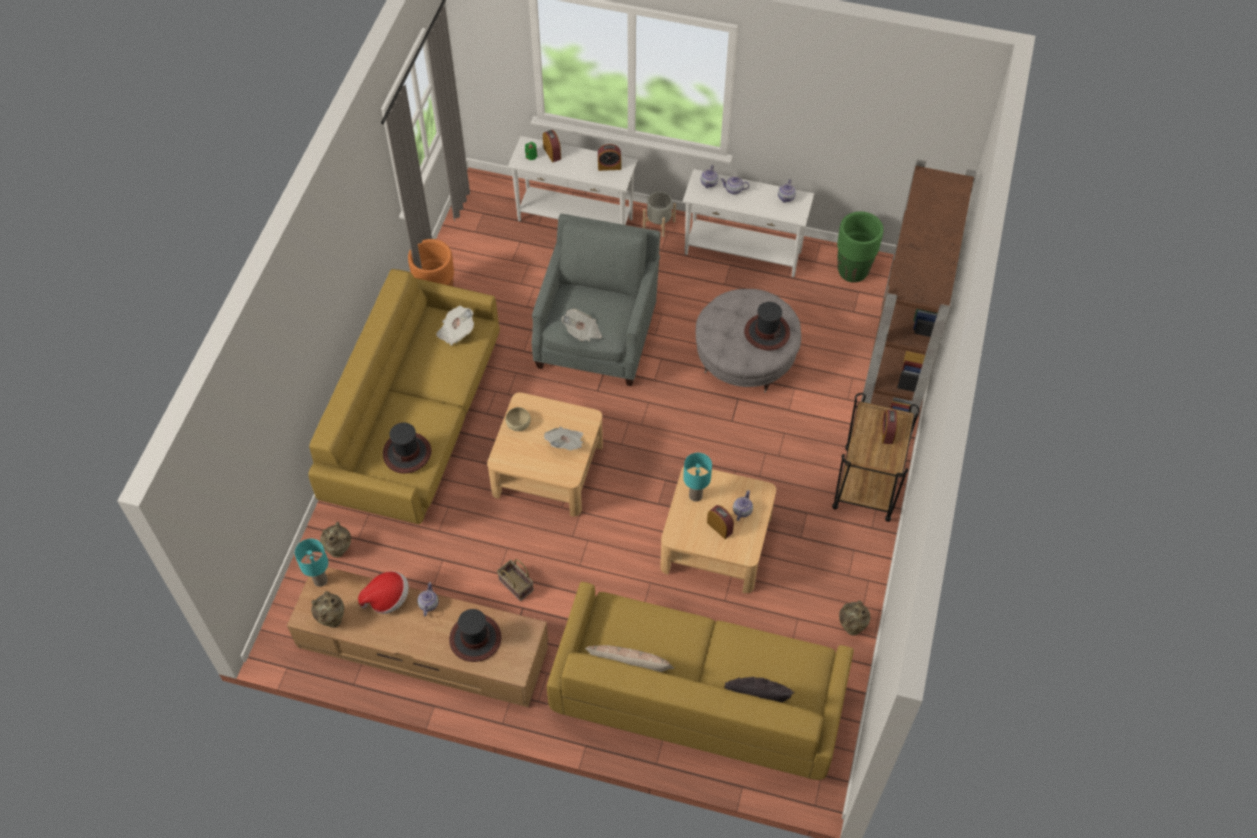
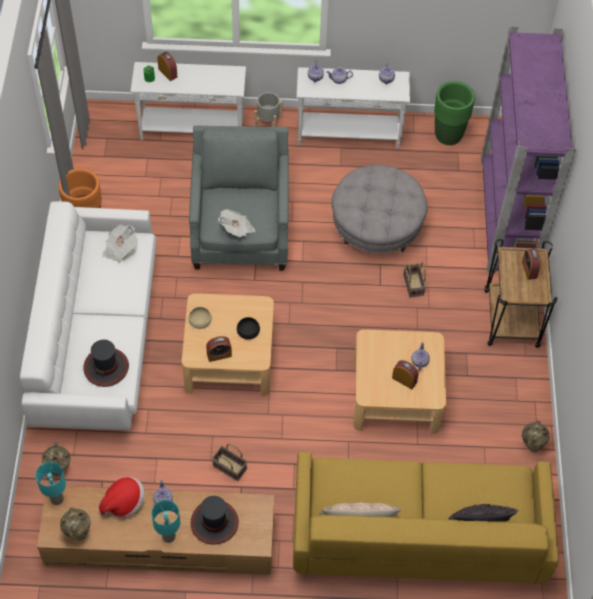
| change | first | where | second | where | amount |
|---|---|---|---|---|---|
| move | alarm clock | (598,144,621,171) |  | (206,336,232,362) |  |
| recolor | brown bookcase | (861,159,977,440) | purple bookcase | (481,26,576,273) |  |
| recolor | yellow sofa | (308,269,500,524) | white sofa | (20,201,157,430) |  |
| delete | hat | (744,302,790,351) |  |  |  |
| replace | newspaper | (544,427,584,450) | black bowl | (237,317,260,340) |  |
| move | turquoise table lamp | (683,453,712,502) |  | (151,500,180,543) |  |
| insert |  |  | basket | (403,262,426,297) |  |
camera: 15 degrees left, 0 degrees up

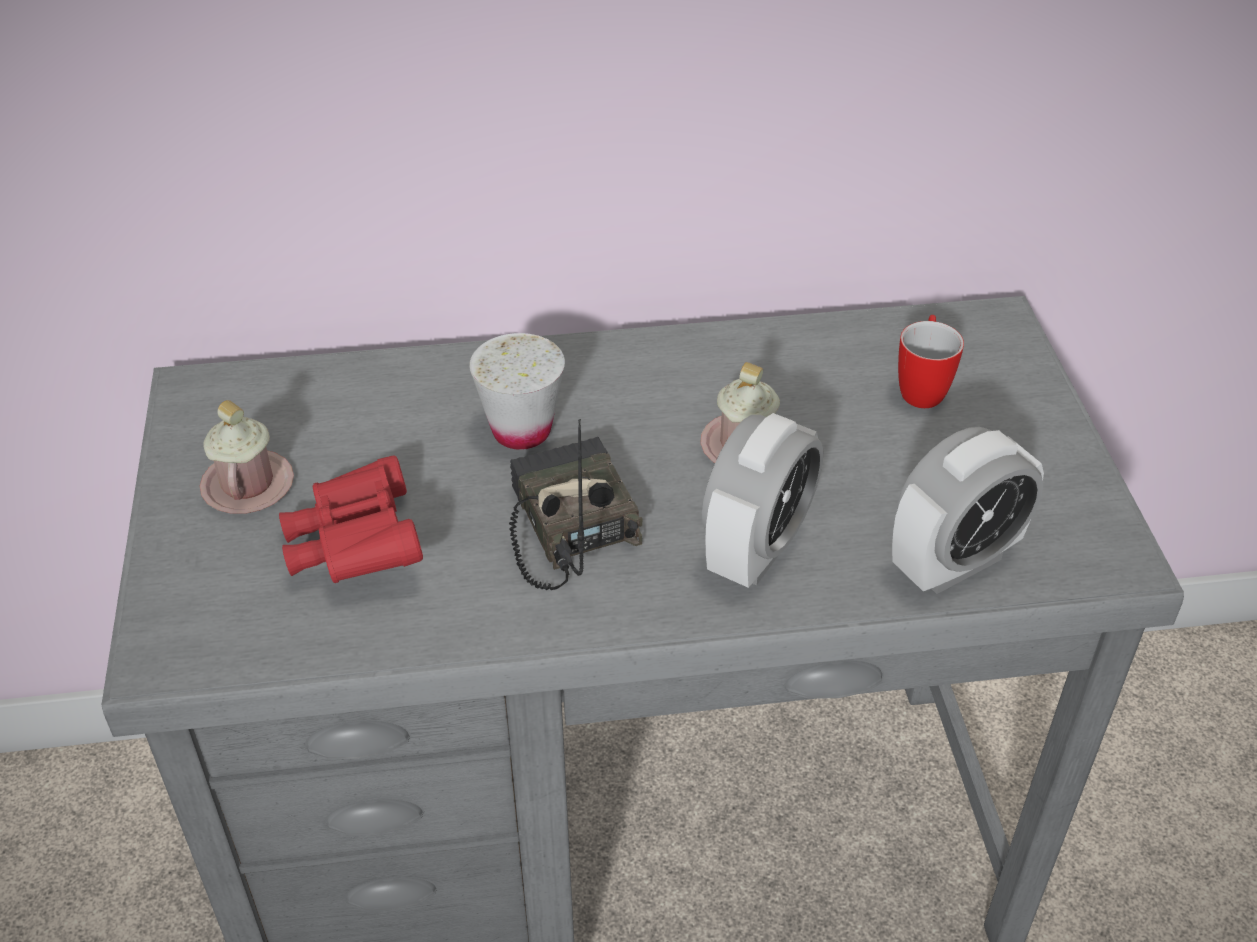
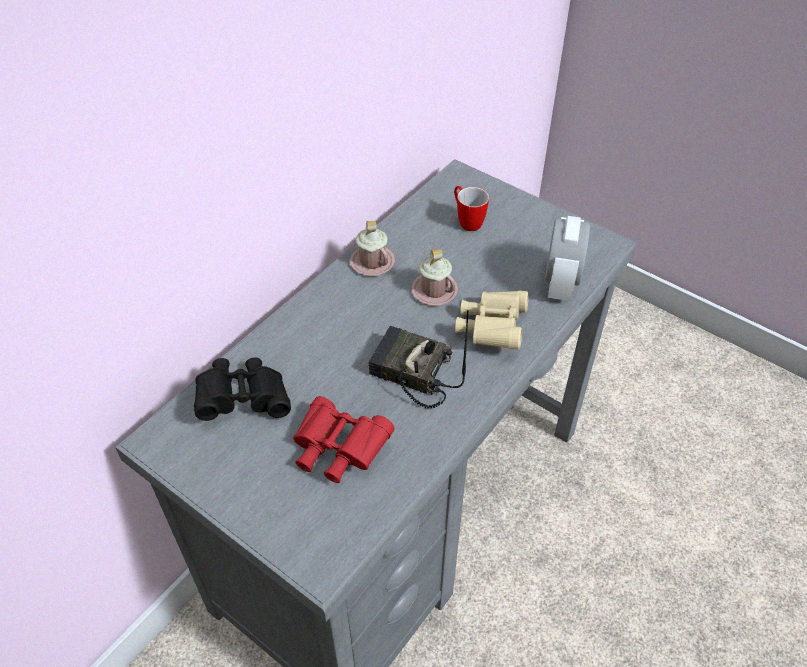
| change | first | where | second | where | amount |
|---|---|---|---|---|---|
| delete | white cup | (469,333,565,450) |  |  |  |
| move | pink mug | (200,400,294,514) |  | (350,221,395,276) |  |
| replace | alarm clock | (702,413,823,588) | beige binoculars | (455,290,529,349) |  |
| insert |  |  | black binoculars | (194,357,291,421) |  |
camera: 45 degrees left, 5 degrees up

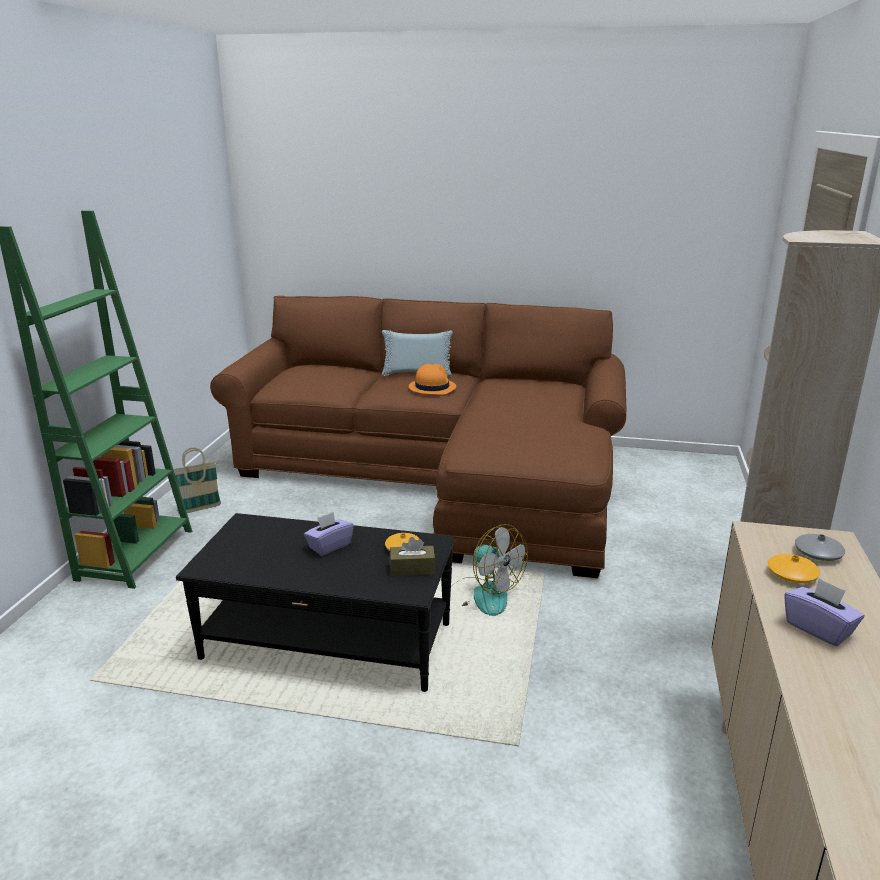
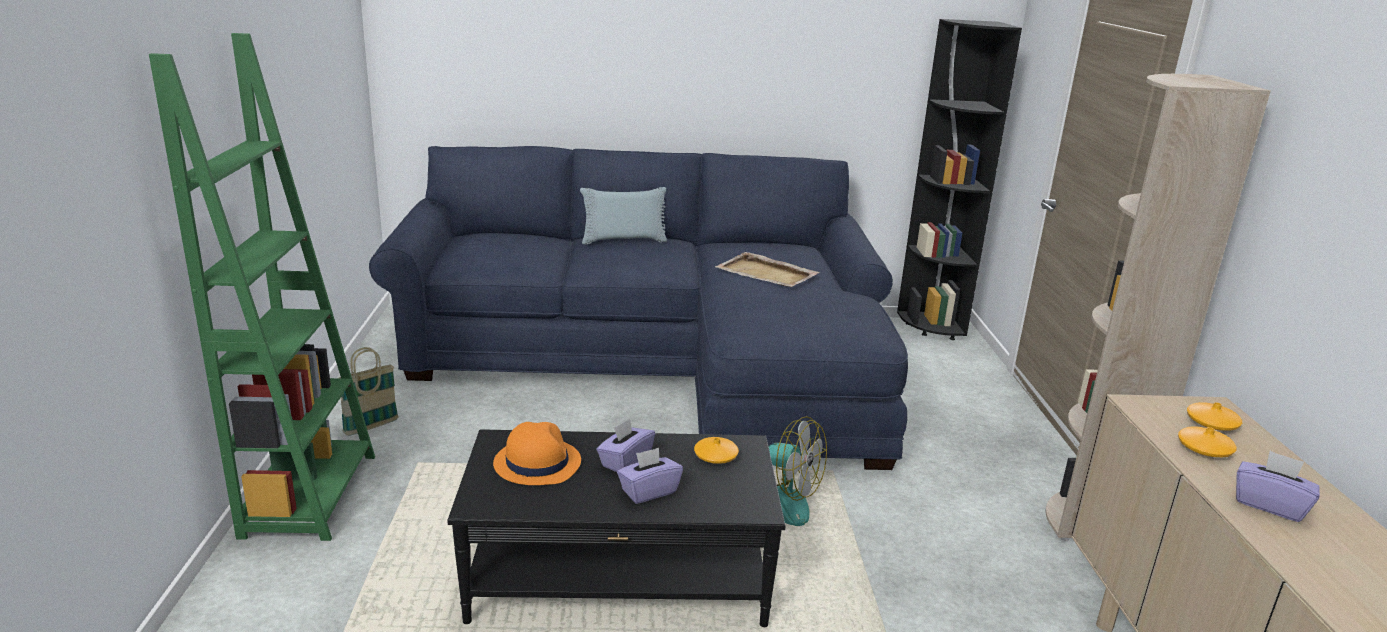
| change | first | where | second | where | amount |
|---|---|---|---|---|---|
| recolor | brown sofa | (210,296,627,578) | blue sofa | (369,146,908,470) |  |
| move | orange hat | (409,364,456,395) |  | (493,422,581,485) |  |
| recolor | grey vase | (795,534,845,561) | orange vase | (1187,402,1242,431) |  |
| delete | brown tissue box | (390,537,435,576) |  |  |  |
| insert |  |  | black bookcase | (897,19,1022,340) |  |
| insert |  |  | beige tray | (715,252,820,287) |  |
| insert |  |  | purple tissue box | (617,448,683,504) |  |
camera: 15 degrees left, 0 degrees up

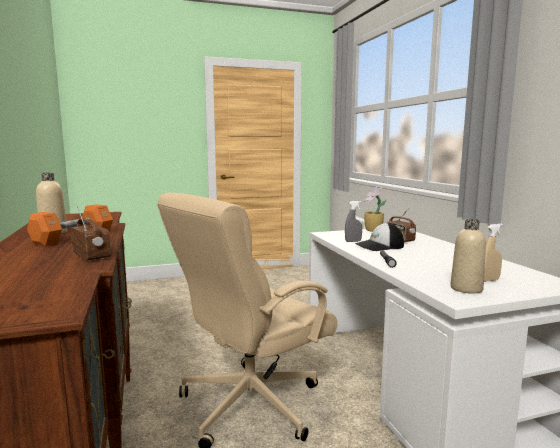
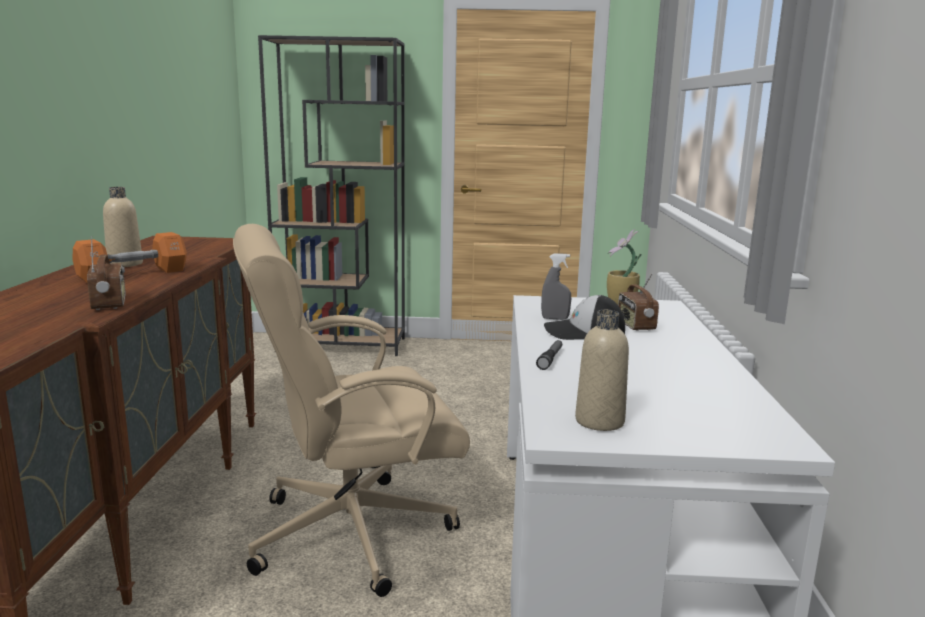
| change | first | where | second | where | amount |
|---|---|---|---|---|---|
| delete | beige spray bottle | (484,224,503,282) |  |  |  |
| insert |  |  | bookcase | (258,35,405,356) |  |
camera: 20 degrees right, 5 degrees up

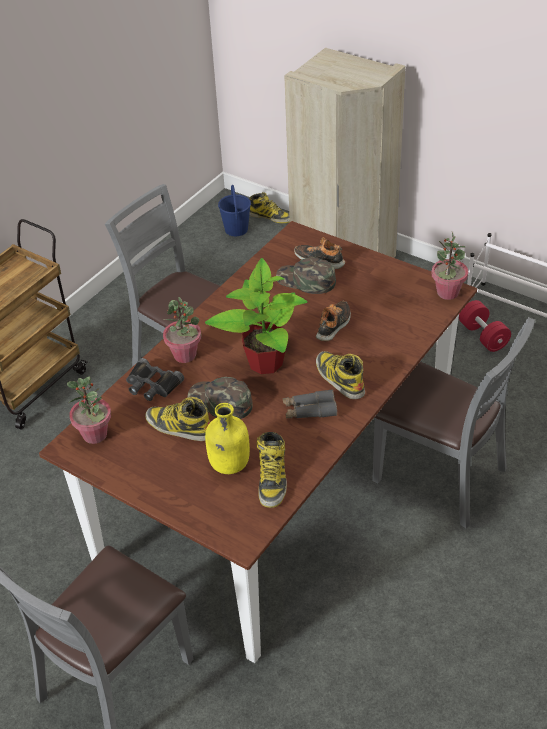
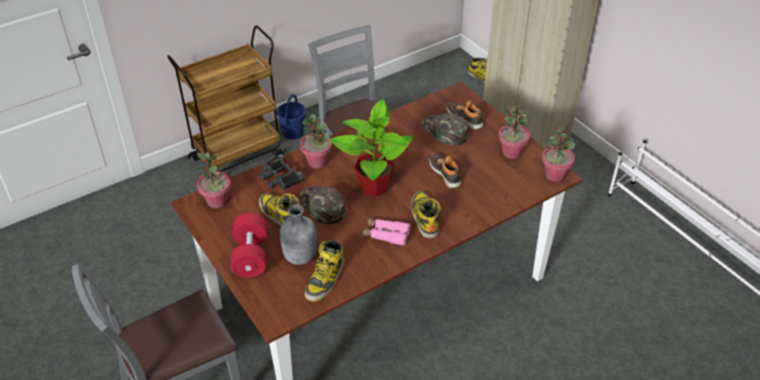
| change | first | where | second | where | amount |
|---|---|---|---|---|---|
| move | blue bucket | (218,185,251,236) |  | (277,94,306,140) |  |
| move | red dumbbell | (459,300,511,352) |  | (231,213,267,278) |  |
| rotate | shoe | (316,301,351,341) |  | (429,153,461,189) | 75 degrees counterclockwise |
| delete | grey chair | (372,317,535,528) |  |  |  |
| recolor | grey binoculars | (283,389,337,418) | pink binoculars | (362,218,411,246) |  |
| recolor | yellow bottle | (205,403,250,474) | grey bottle | (280,204,317,265) |  |
| insert |  |  | potted plant | (499,101,530,159) |  |
camera: 20 degrees right, 0 degrees up

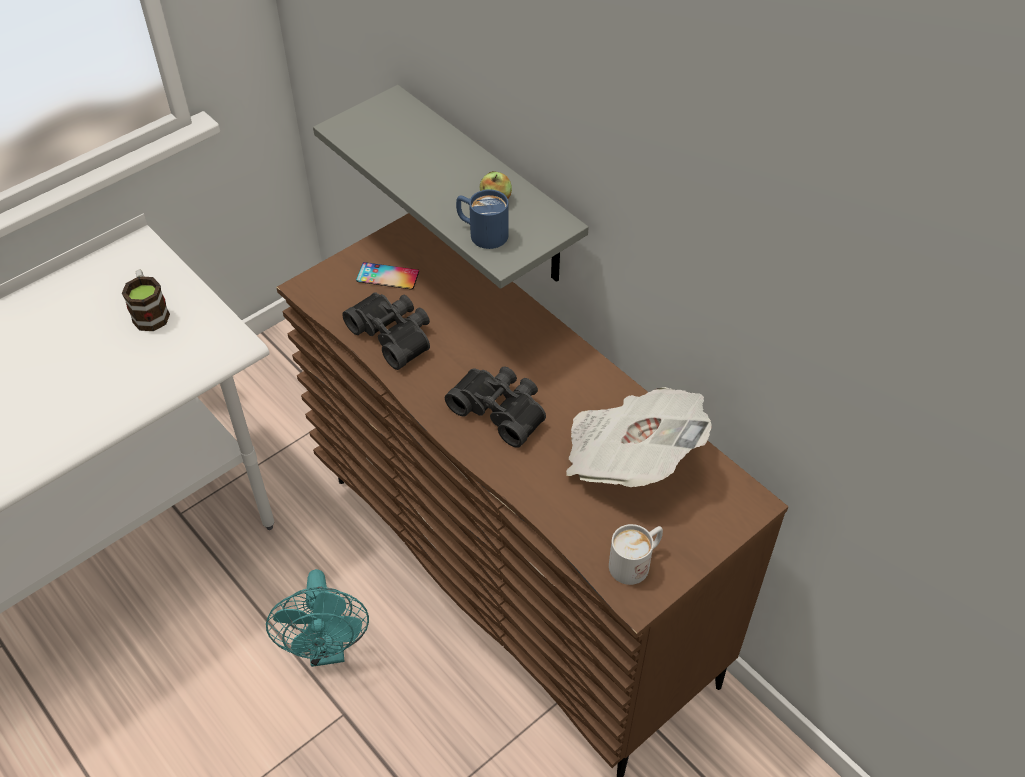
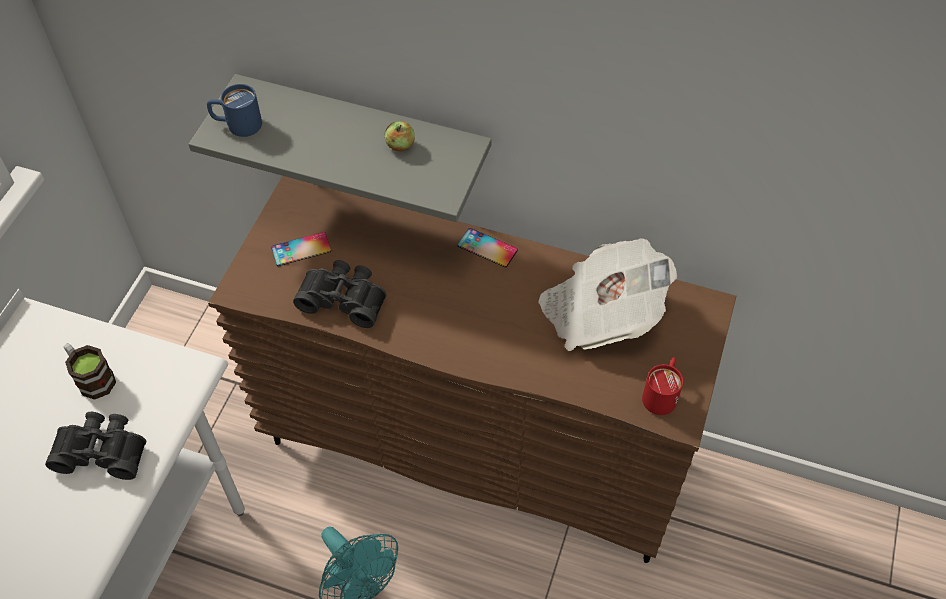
| change | first | where | second | where | amount |
|---|---|---|---|---|---|
| move | blue mug | (456,189,509,249) |  | (207,84,262,137) |  |
| move | black binoculars | (445,366,546,448) |  | (45,412,146,480) |  |
| recolor | white mug | (609,524,663,585) | red mug | (642,357,683,415) |  |
| insert |  |  | phone | (458,228,518,267) |  |
camera: 30 degrees left, 5 degrees up

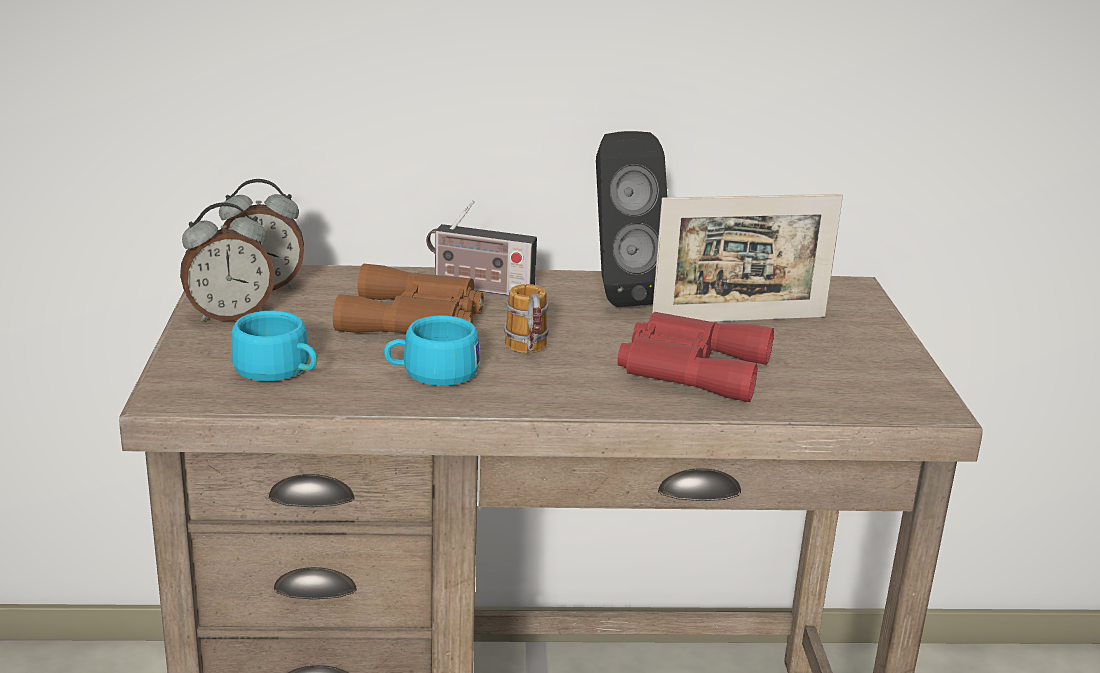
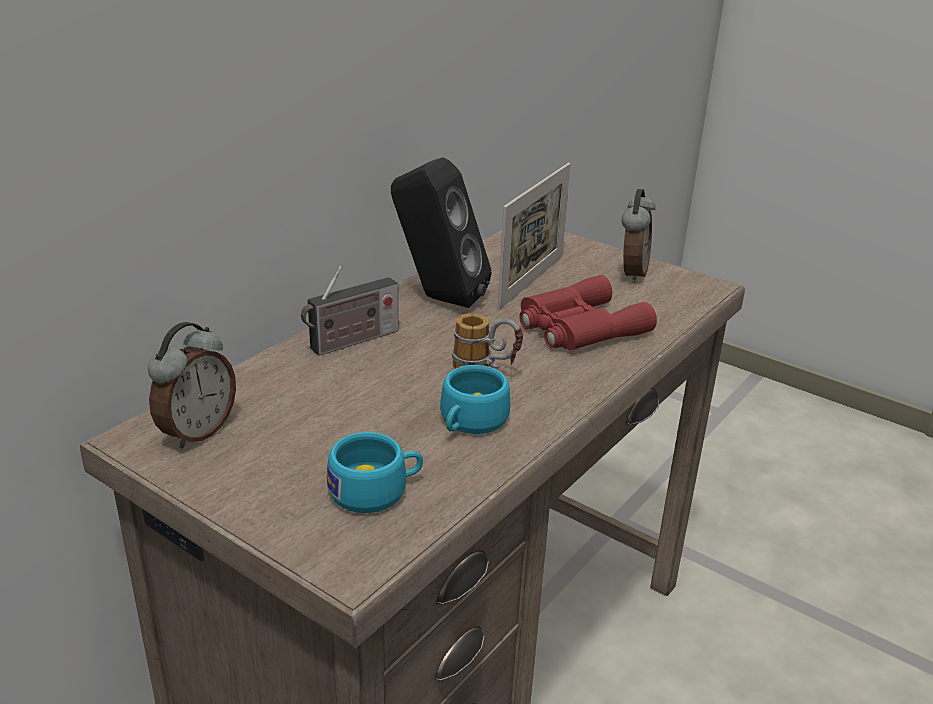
| change | first | where | second | where | amount |
|---|---|---|---|---|---|
| move | alarm clock | (180,202,275,322) |  | (622,189,656,283) |  |
| delete | brown binoculars | (333,264,484,333) |  |  |  |
camera: 50 degrees left, 5 degrees up

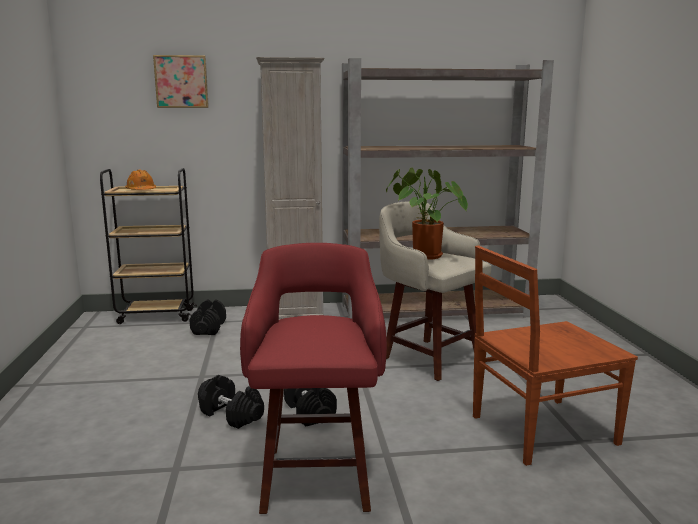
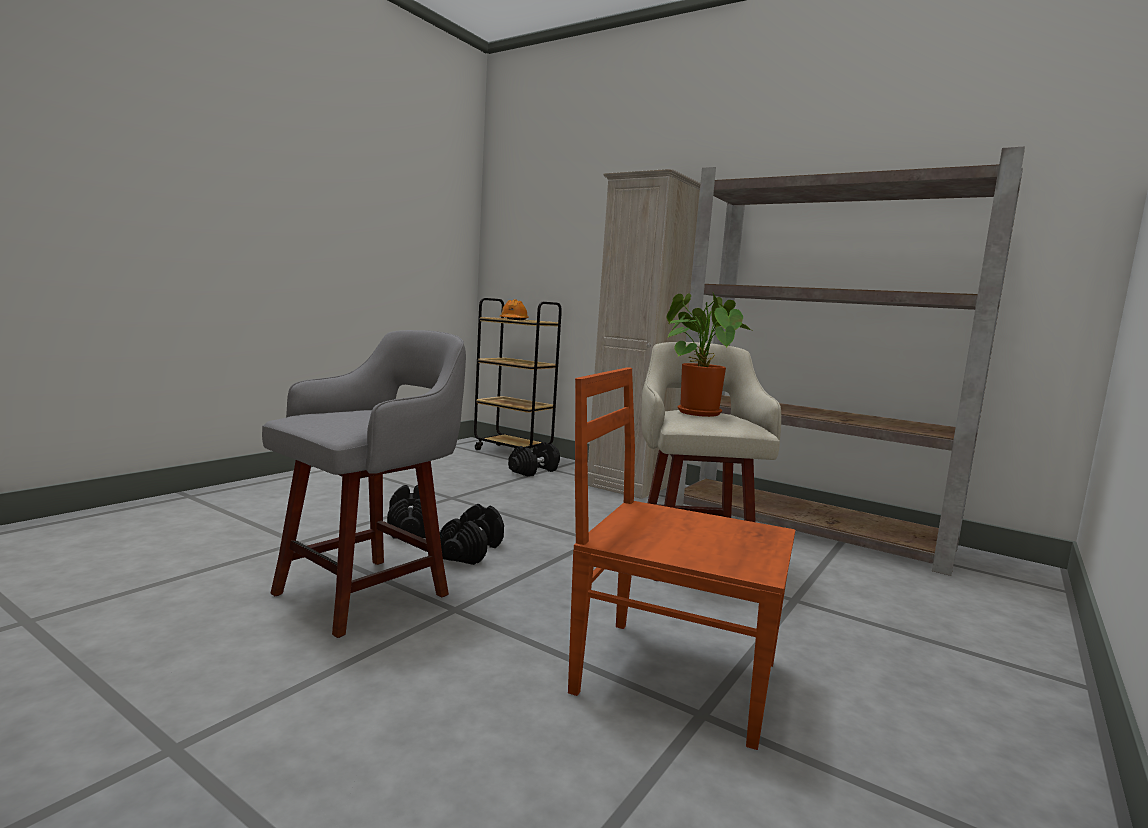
| change | first | where | second | where | amount |
|---|---|---|---|---|---|
| delete | picture | (153,55,209,108) |  |  |  |
| recolor | red stool | (240,243,387,514) | grey stool | (262,330,466,638) |  |
camera: 40 degrees right, 5 degrees down

